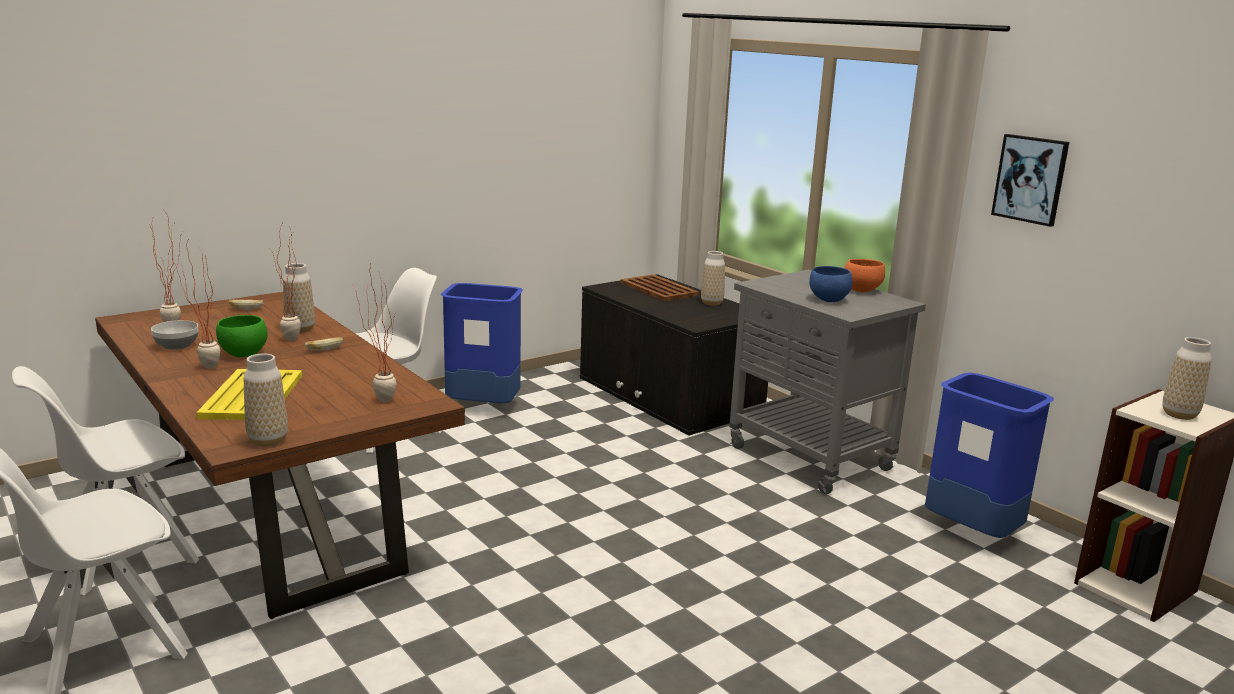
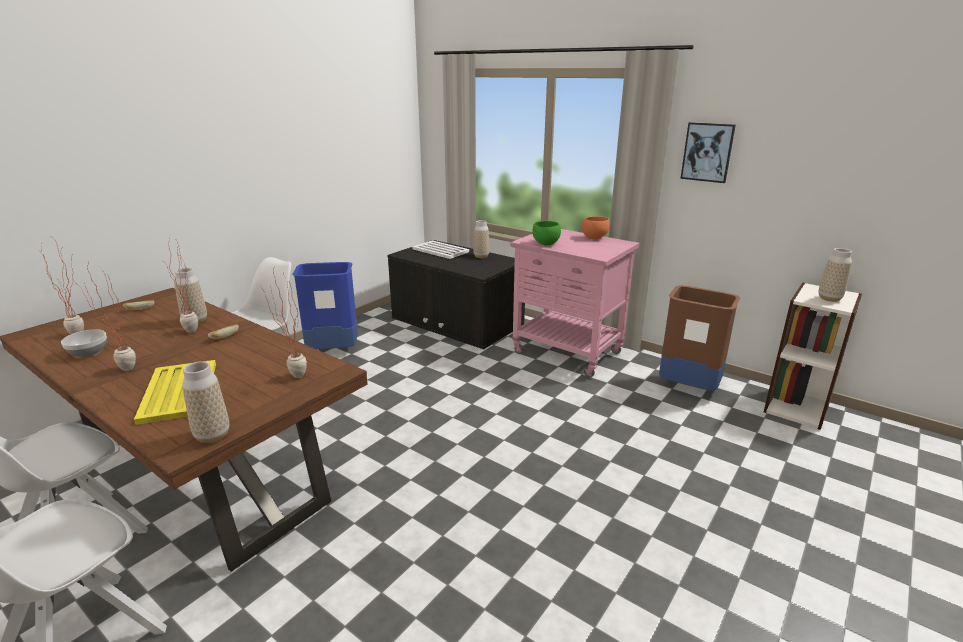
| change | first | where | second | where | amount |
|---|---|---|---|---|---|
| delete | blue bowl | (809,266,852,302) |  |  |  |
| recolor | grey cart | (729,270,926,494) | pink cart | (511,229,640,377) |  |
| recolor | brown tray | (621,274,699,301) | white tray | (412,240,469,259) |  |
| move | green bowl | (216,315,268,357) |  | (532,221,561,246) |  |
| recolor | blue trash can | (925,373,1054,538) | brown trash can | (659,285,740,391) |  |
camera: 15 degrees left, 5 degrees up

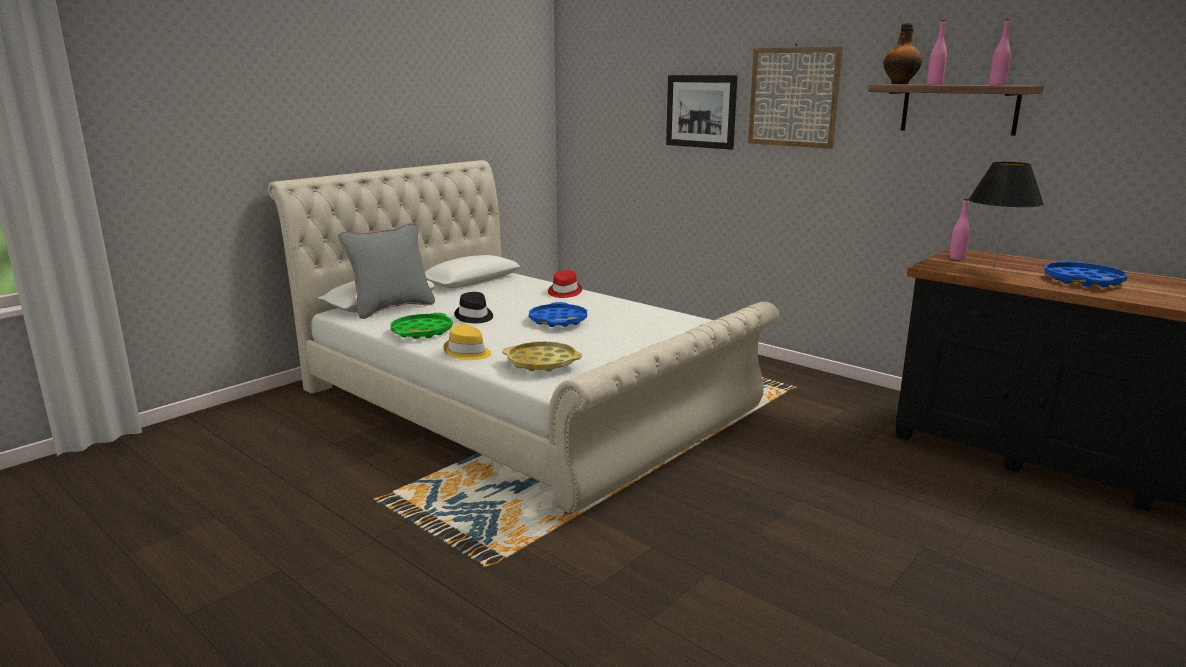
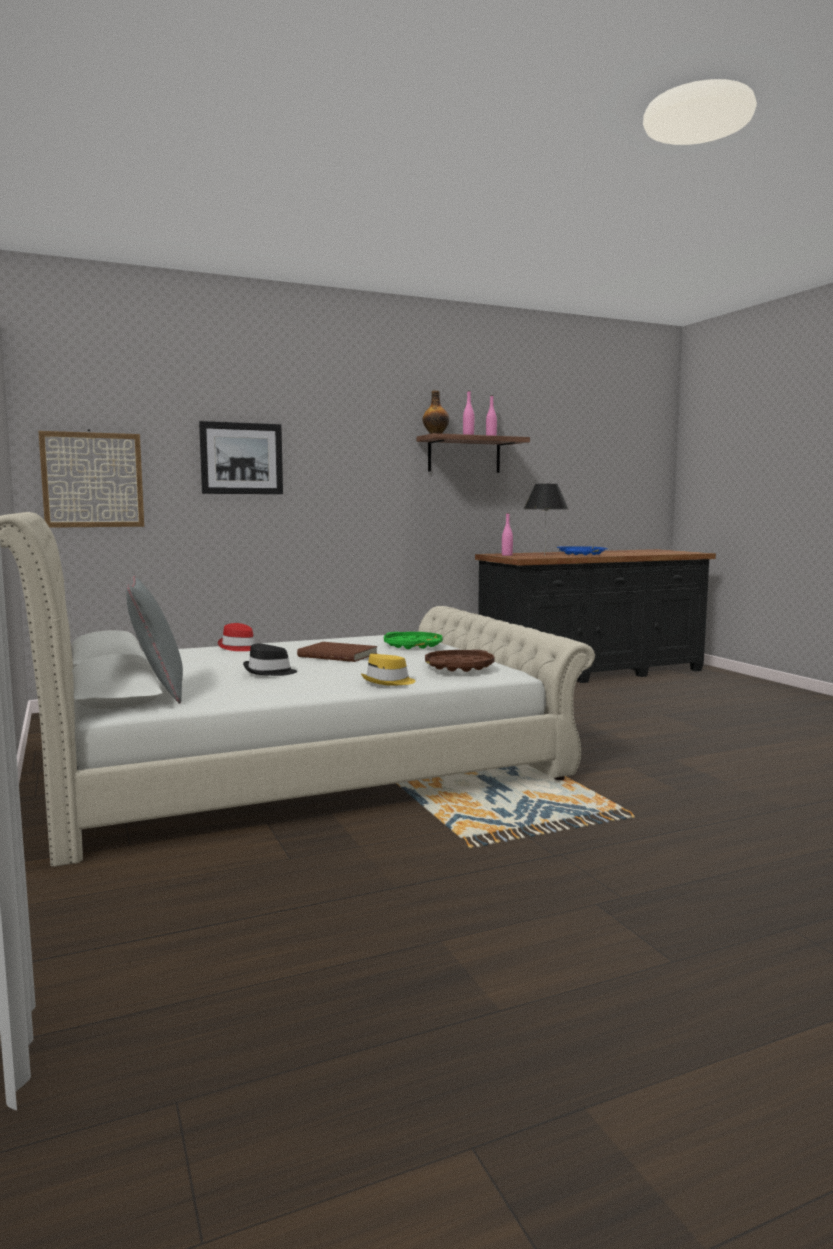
| change | first | where | second | where | amount |
|---|---|---|---|---|---|
| move | picture | (748,43,843,149) |  | (38,429,144,528) |  |
| replace | blue tray | (529,302,587,327) | brown book | (297,642,377,662) |  |
| move | green tray | (390,313,453,339) |  | (384,632,443,649) |  |
| recolor | yellow tray | (502,341,582,372) | brown tray | (425,650,495,672) |  |
camera: 65 degrees left, 10 degrees down

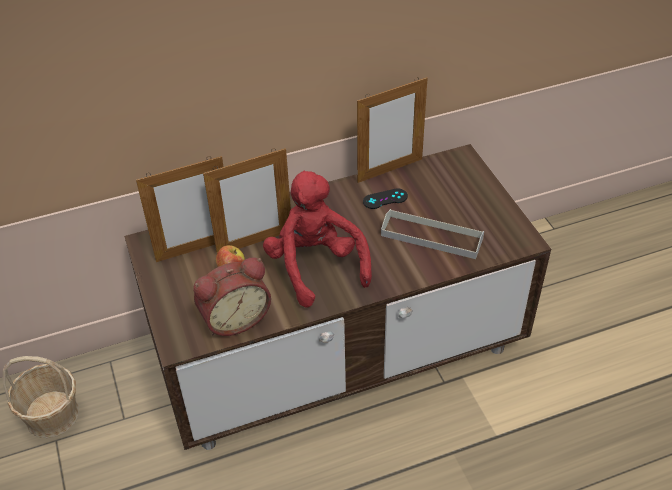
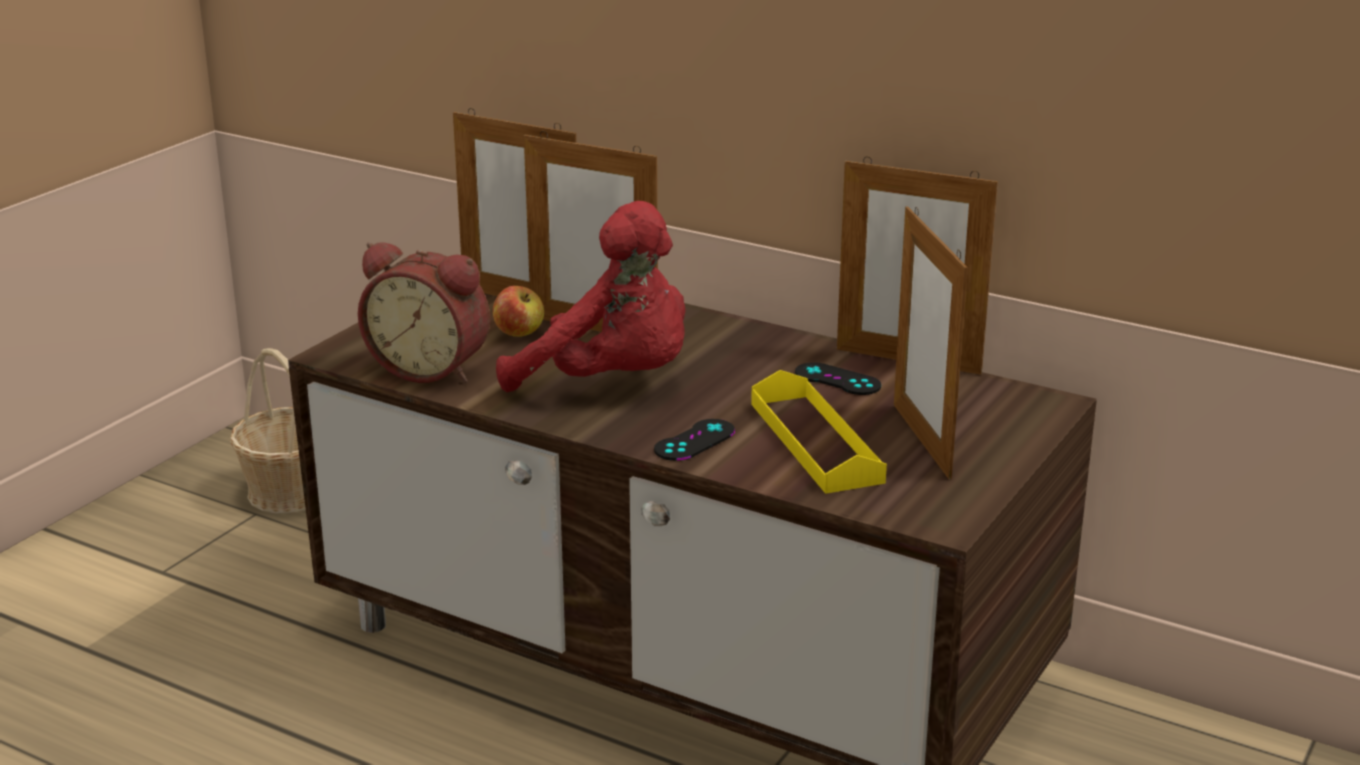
| change | first | where | second | where | amount |
|---|---|---|---|---|---|
| rotate | red plush toy | (263,170,372,307) |  | (496,201,686,392) | 90 degrees clockwise |
| recolor | grey tray | (381,209,484,259) | yellow tray | (751,370,887,494) |  |
| insert |  |  | picture frame | (894,206,968,479) |  |
| insert |  |  | black game controller | (654,419,735,461) |  |
camera: 50 degrees right, 20 degrees down

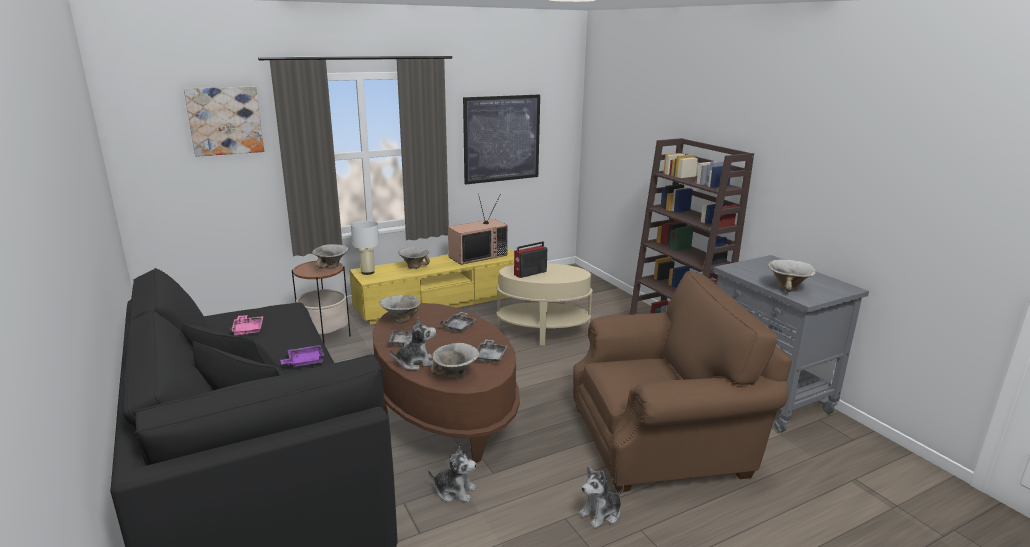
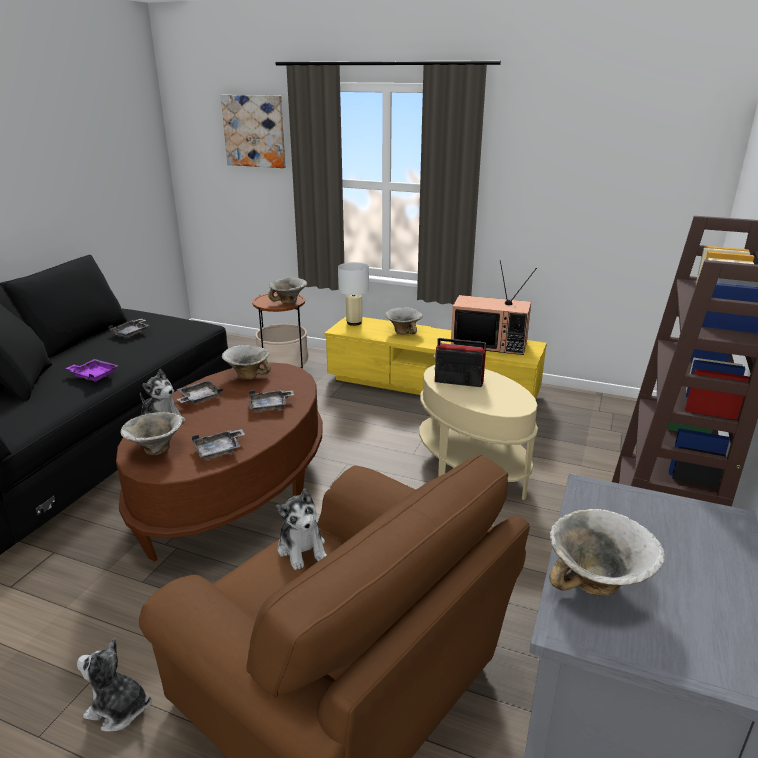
| change | first | where | second | where | amount |
|---|---|---|---|---|---|
| delete | picture | (463,95,540,185) |  |  |  |
| recolor | pink tray | (230,315,263,336) | grey tray | (108,319,149,337) |  |
| move | plush toy | (428,446,476,502) |  | (276,489,327,570) |  |
camera: 50 degrees right, 5 degrees up

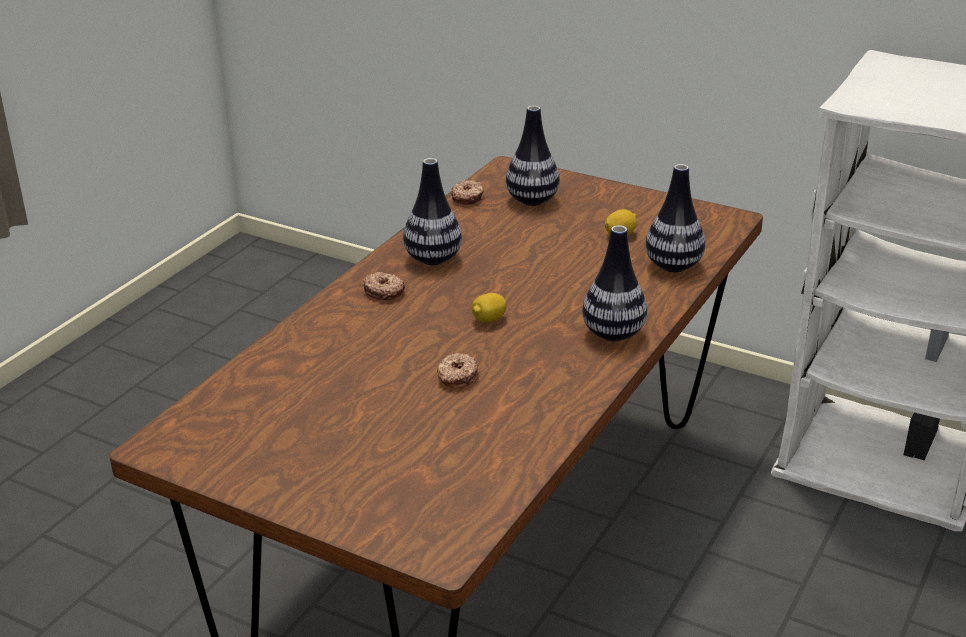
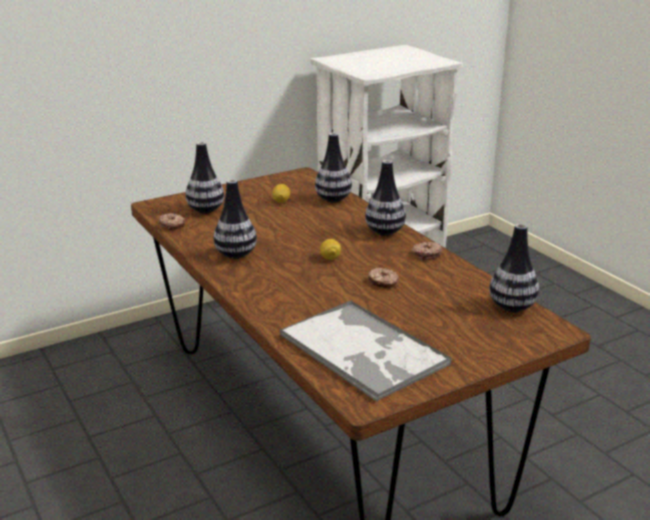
| change | first | where | second | where | amount |
|---|---|---|---|---|---|
| move | donut | (363,272,405,300) |  | (411,242,442,260) |  |
| insert |  |  | vase | (489,224,539,312) |  |
| insert |  |  | tray | (280,300,452,402) |  |
camera: 60 degrees left, 5 degrees down

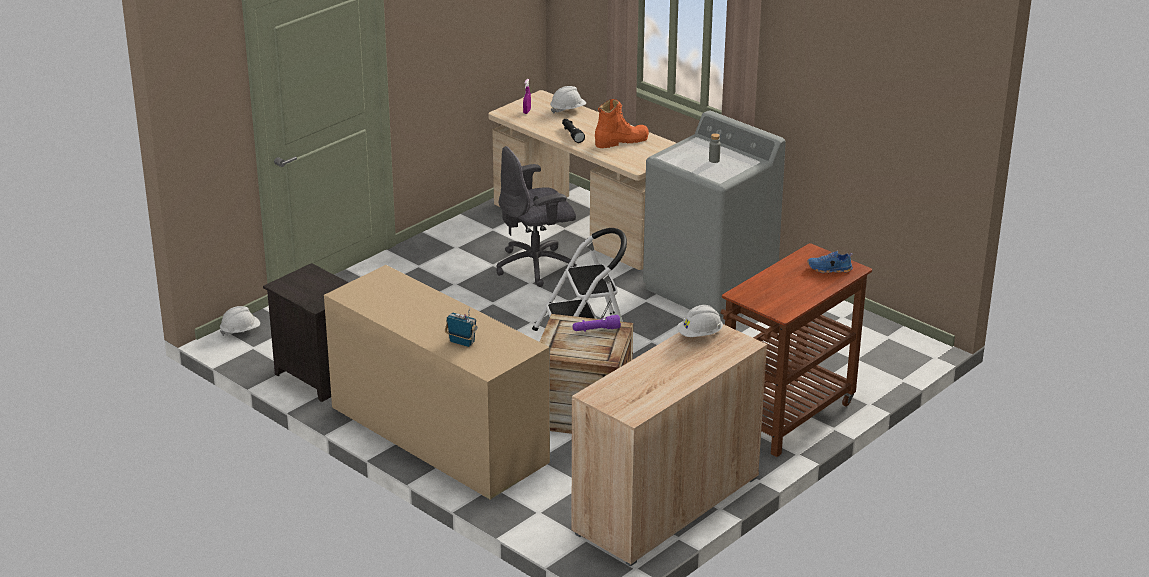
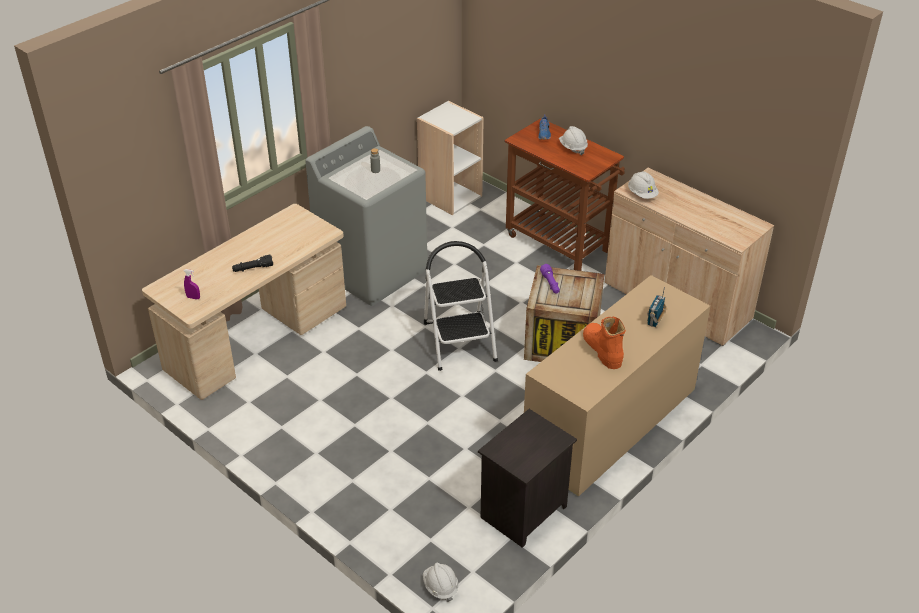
| change | first | where | second | where | amount |
|---|---|---|---|---|---|
| move | white hard hat | (550,86,586,114) |  | (559,126,588,155) |  |
| move | orange boot | (595,99,649,148) |  | (583,316,626,369) |  |
| delete | grey office chair | (496,146,577,287) |  |  |  |
| insert |  |  | bookcase | (417,101,484,215) |  |
camera: 90 degrees left, 10 degrees up

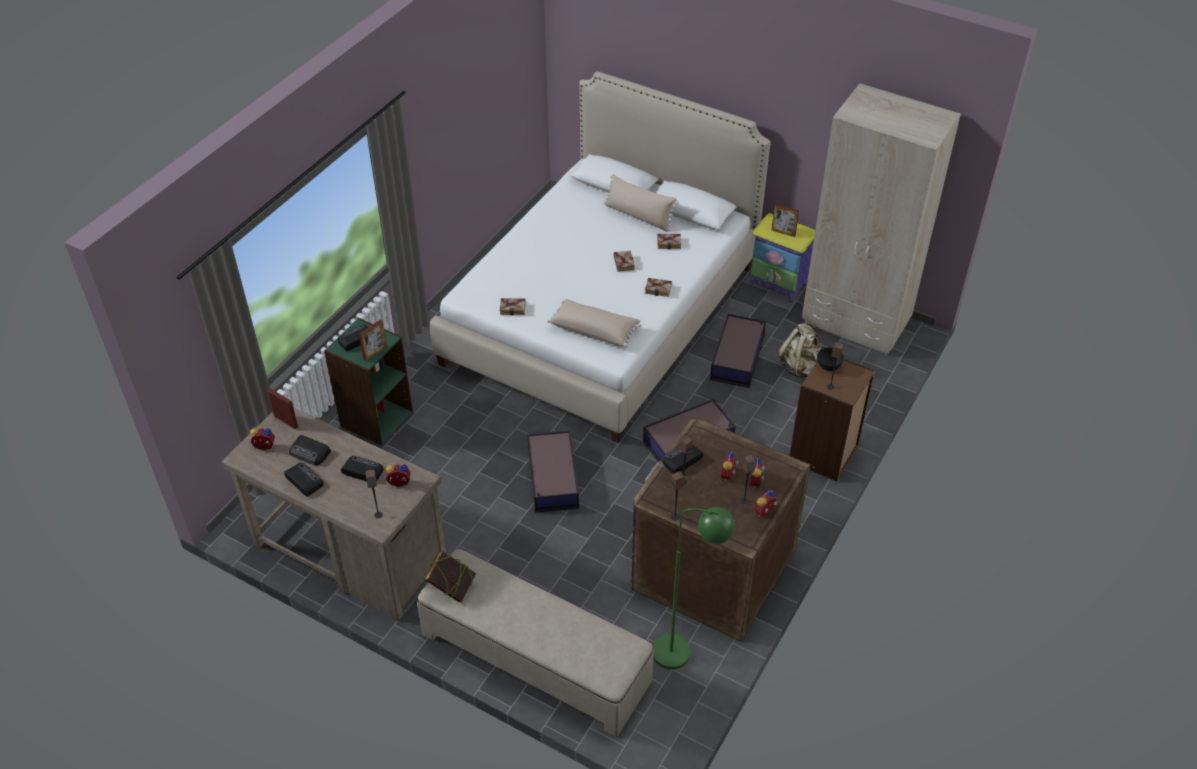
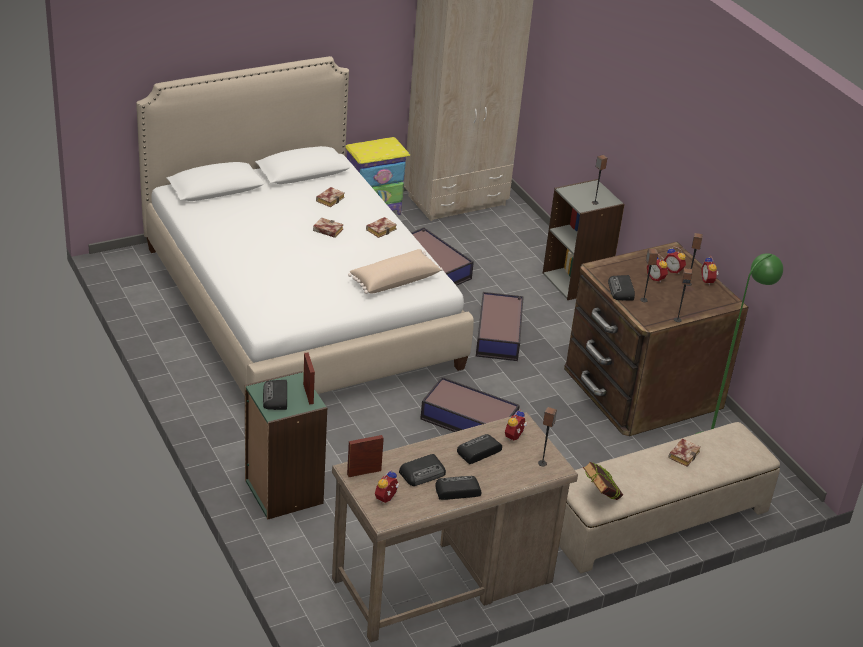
| change | first | where | second | where | amount |
|---|---|---|---|---|---|
| delete | beige pillow | (604,174,679,232) |  |  |  |
| delete | picture frame | (771,204,799,237) |  |  |  |
| move | book | (500,298,526,315) |  | (668,438,701,467) |  |
| delete | beige backpack | (778,323,821,380) |  |  |  |
| delete | black bowl | (817,347,844,371) |  |  |  |
| recolor | brown bookcase | (790,359,875,482) | grey bookcase | (542,179,625,300) |  |
camera: 60 degrees left, 10 degrees down

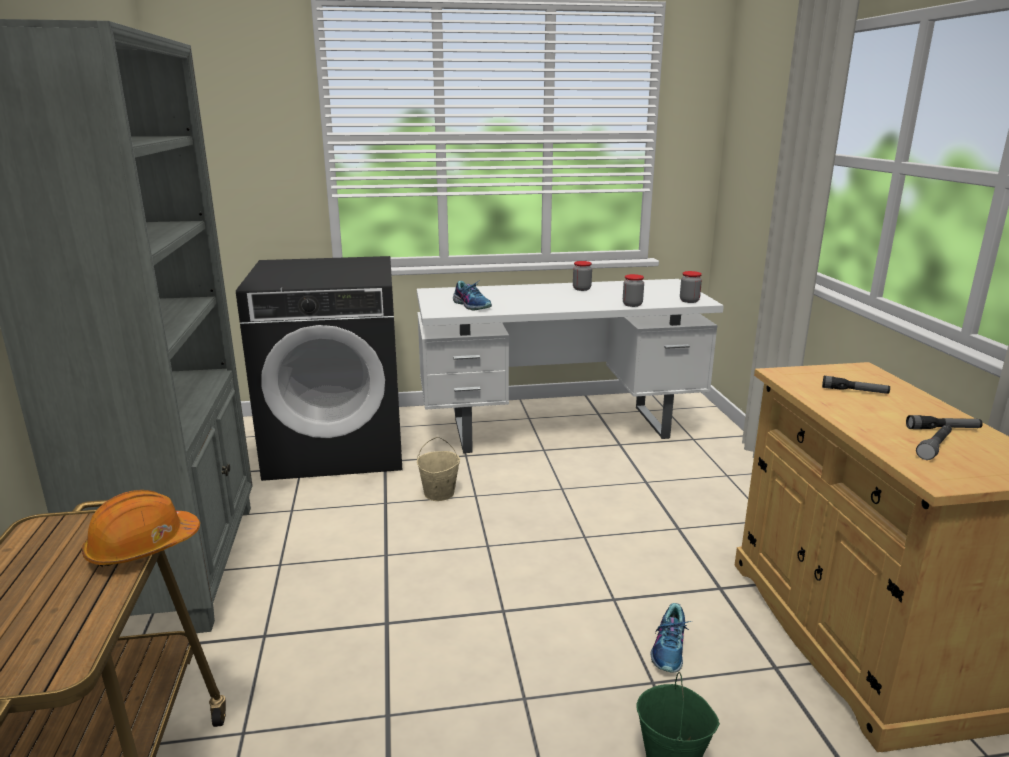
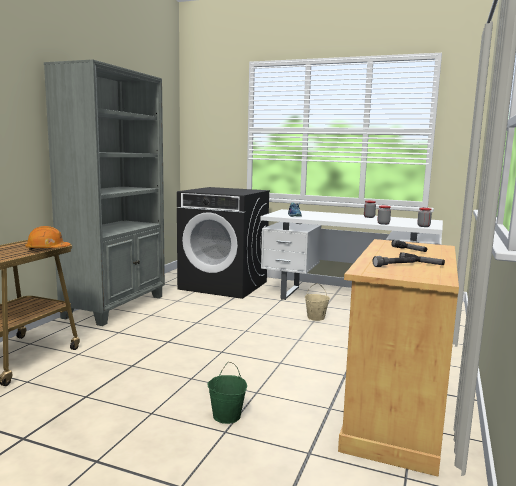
| change | first | where | second | where | amount |
|---|---|---|---|---|---|
| move | beige bucket | (417,437,460,501) |  | (305,283,330,321) |  |
| delete | shoe | (651,603,692,673) |  |  |  |
camera: 30 degrees right, 10 degrees down

